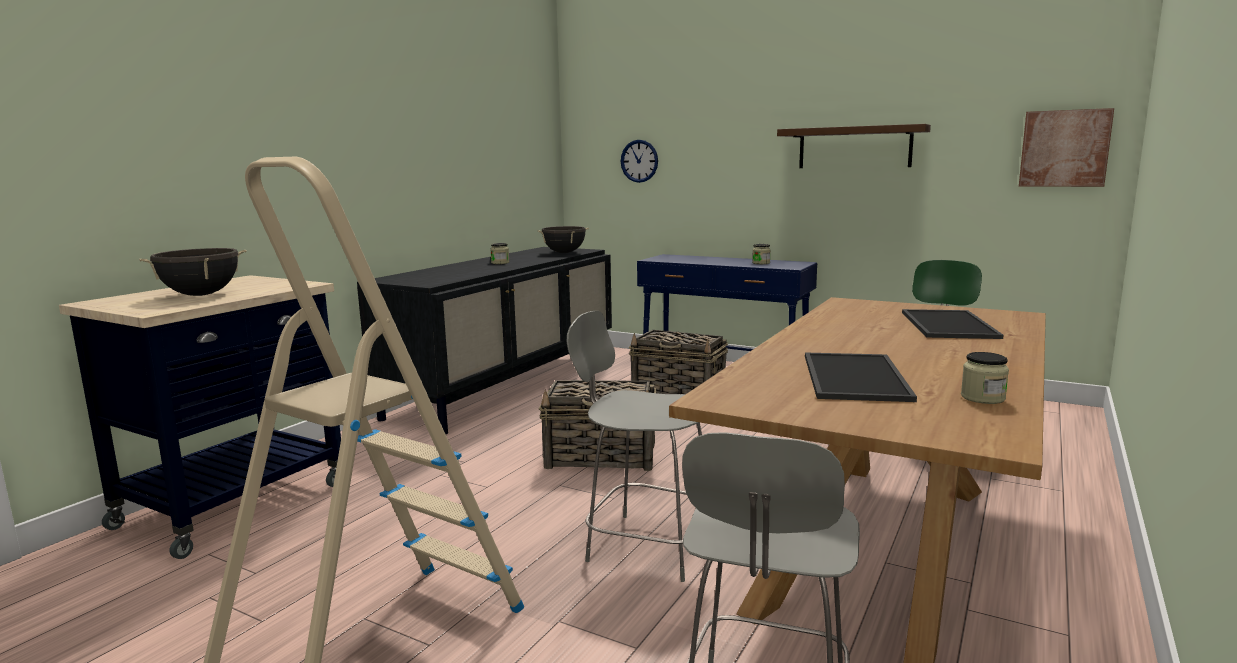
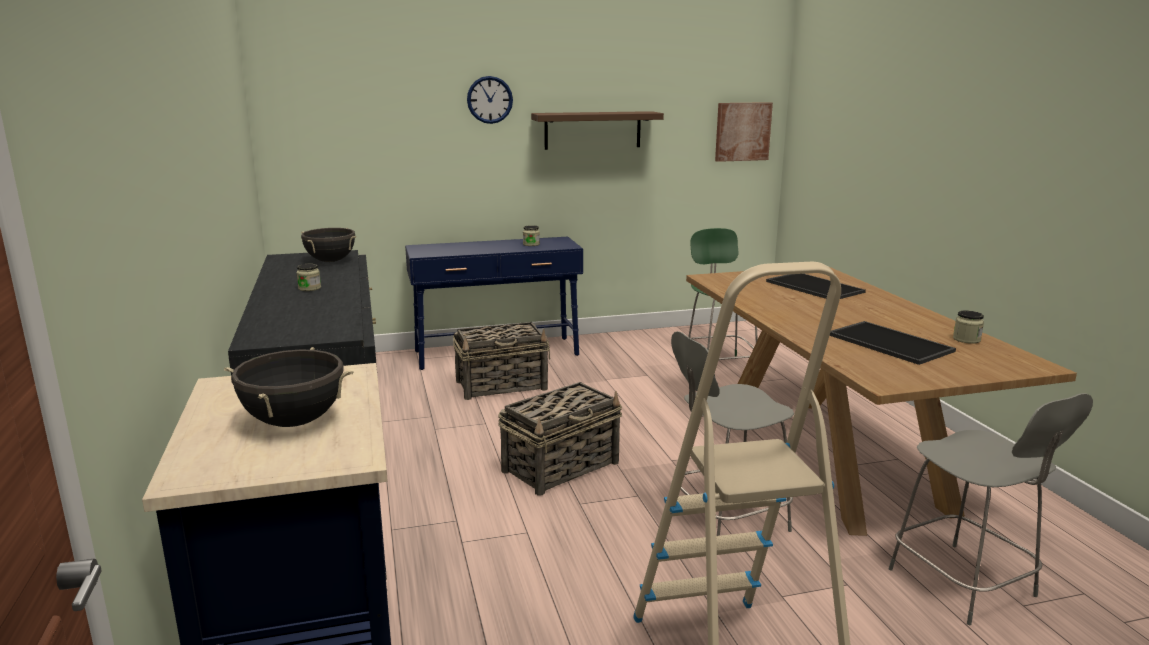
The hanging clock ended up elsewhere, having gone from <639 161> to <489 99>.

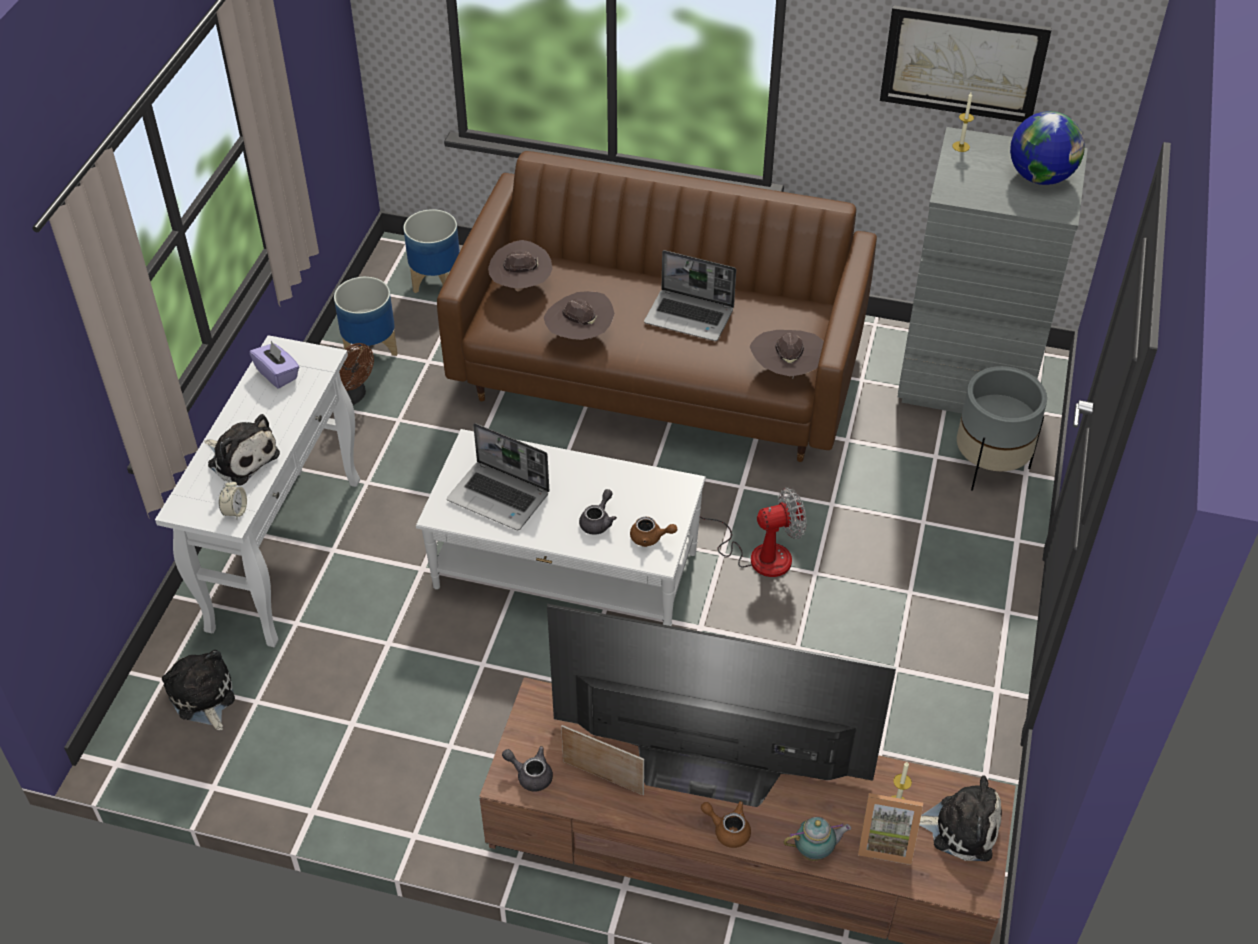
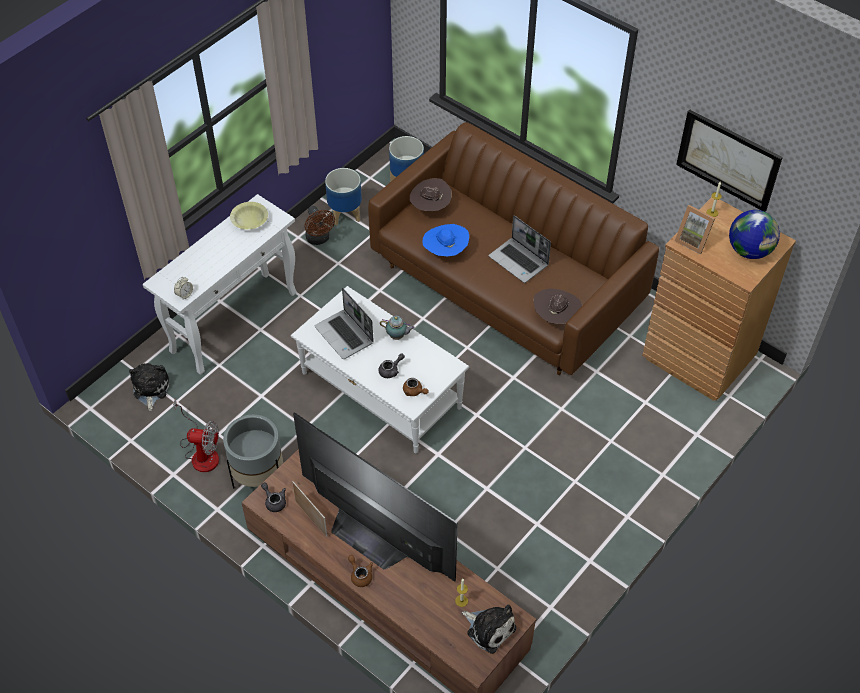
The second view lost the plush toy at <241 458>. Where the box of tissues/purplish stood at <277 374>, the bowl/yellowish came to stand at <249 220>. What was the clothing hat/brownish at <579 336> turned into the clothing hat/bluish at <445 251>. The cooling fan ended up elsewhere, having gone from <757 553> to <201 452>. The tea pot ended up elsewhere, having gone from <815 851> to <397 336>. The standing frame ended up elsewhere, having gone from <886 841> to <693 240>. What was the chest of drawers/grey at <968 378> turned into the chest of drawers/brownish at <699 358>. The flower pot/grey ended up elsewhere, having gone from <989 466> to <258 476>.

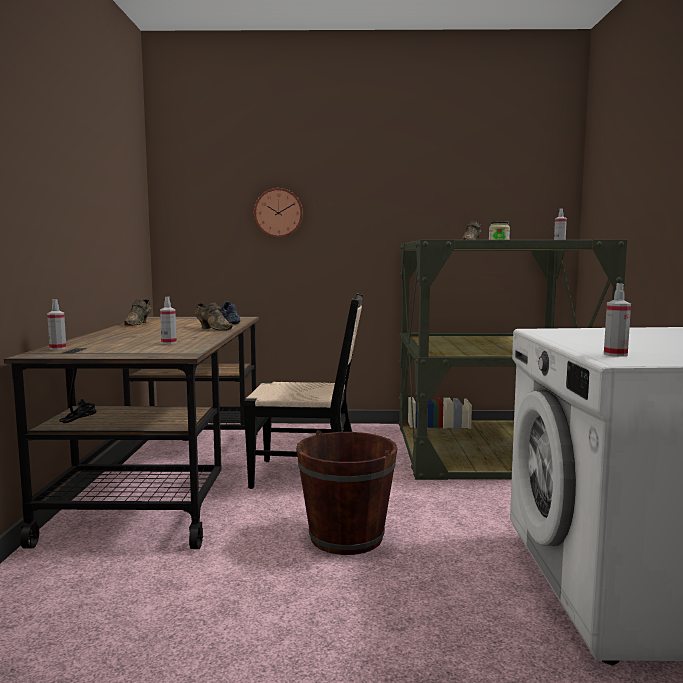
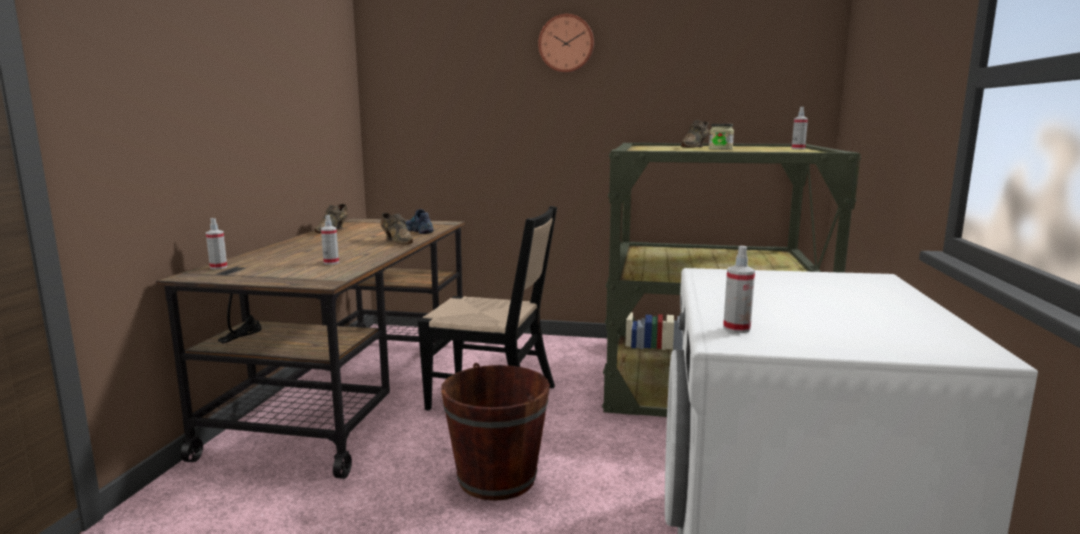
The hanging clock ended up elsewhere, having gone from <278 213> to <566 44>.

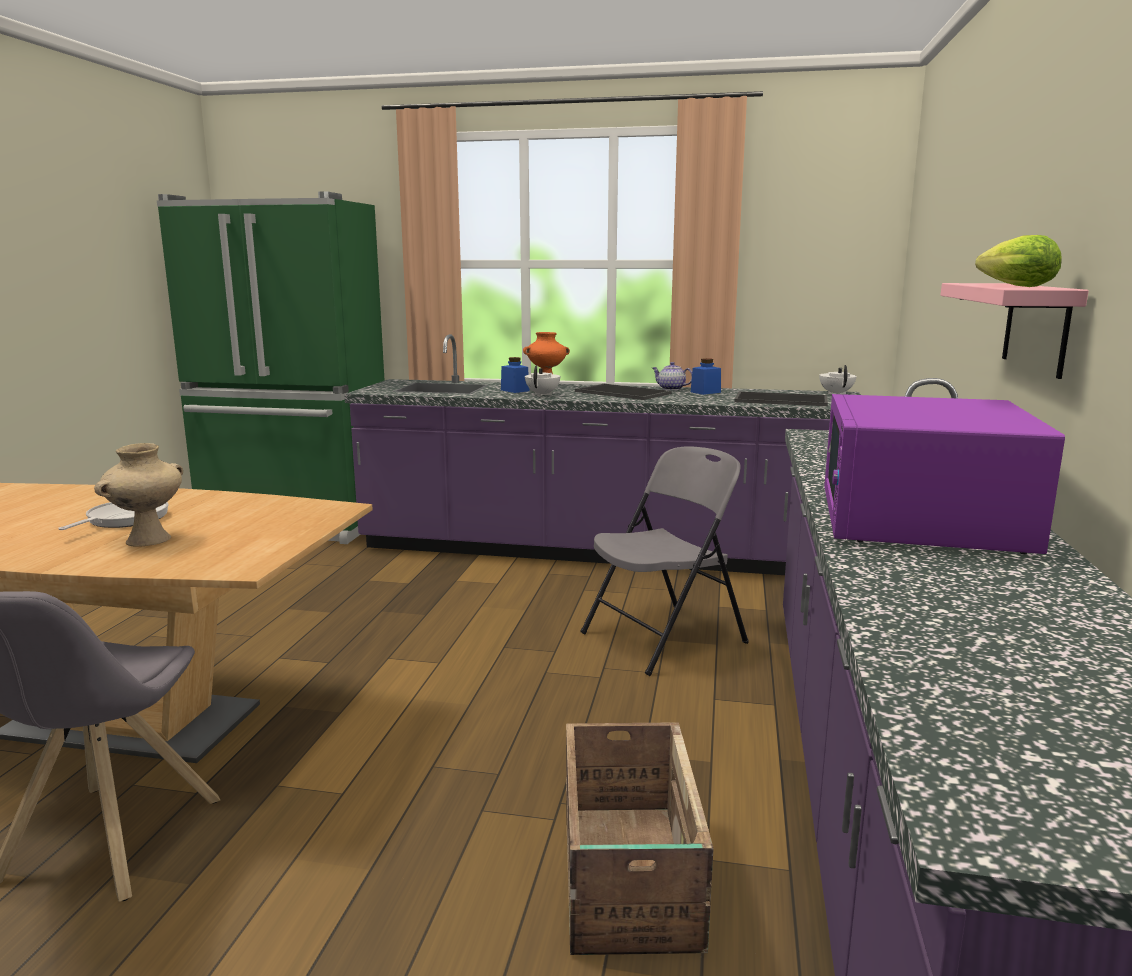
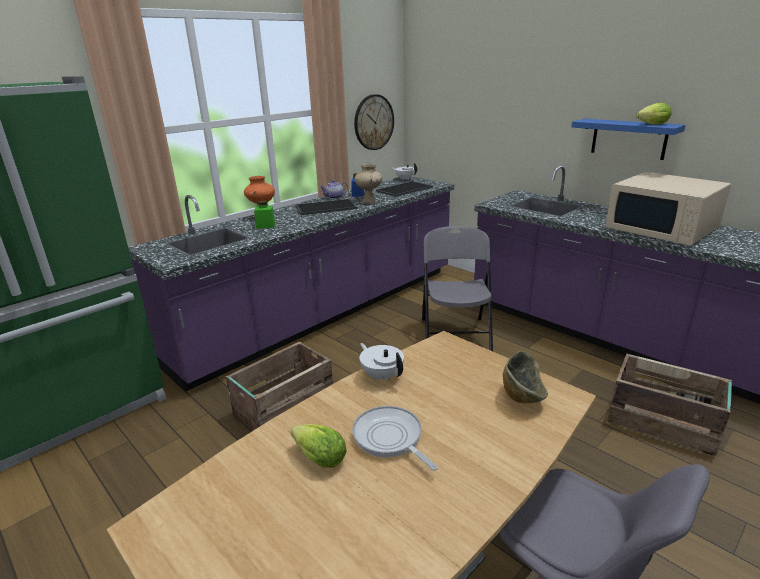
The vase/beige-coloured ended up elsewhere, having gone from <148 540> to <369 201>. What was the preserve jar/bluish at <515 390> turned into the preserve jar/greenish at <265 226>. The tea pot/whitish ended up elsewhere, having gone from <543 394> to <382 375>. What was the microwave/purplish at <919 521> turned into the microwave/beige-coloured at <662 229>. What was the shelf/pink-coloured at <1036 327> turned into the shelf/bluish at <628 138>. The second view gained the shipping crate at <283 407>. The second view gained the head of lettuce at <317 457>. The second view gained the hanging clock at <373 122>. The second view gained the bowl at <523 396>.

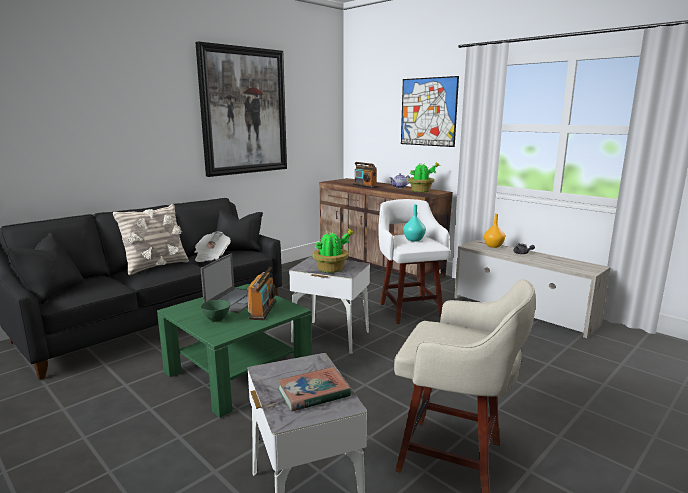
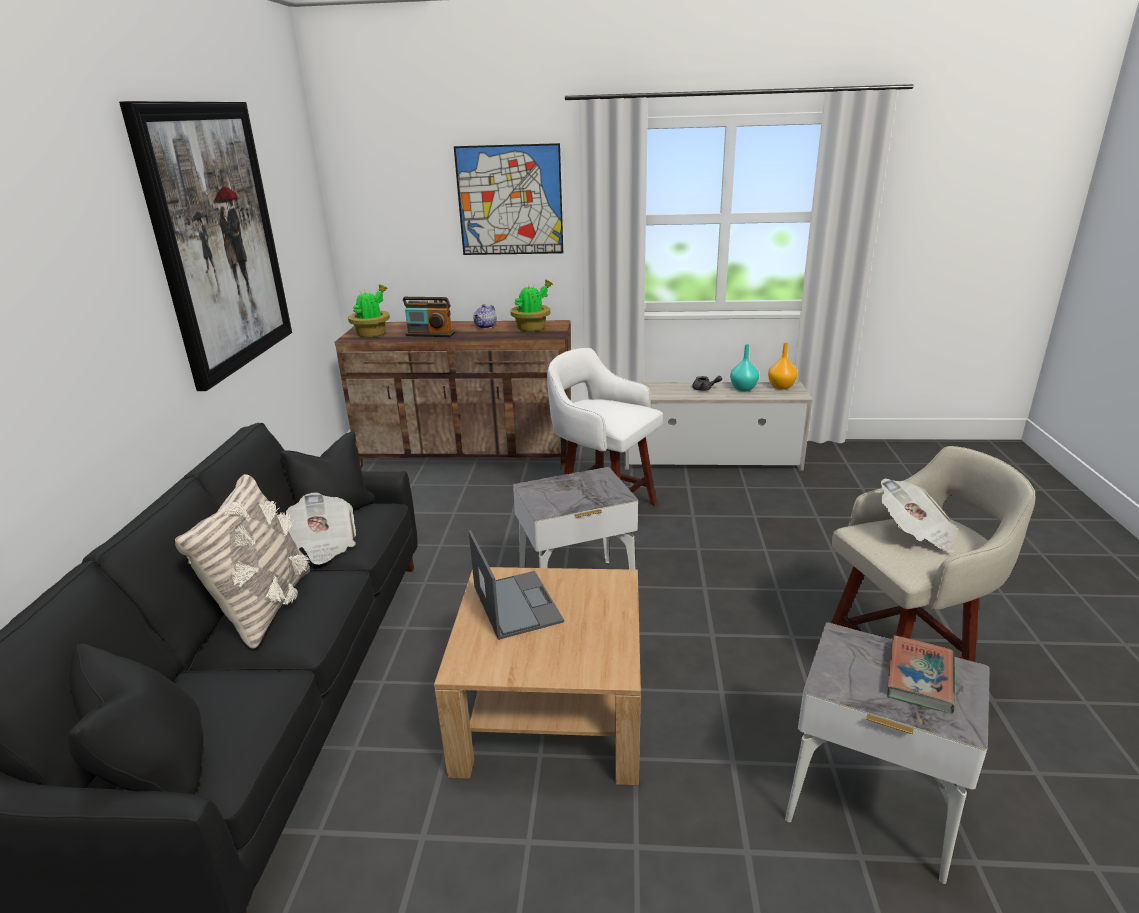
What was the low table/greenish at <238 372> turned into the low table/brownish at <551 709>. The second view lost the bowl/greenish at <217 320>. The second view lost the radio receiver at <263 310>. The potted plant ended up elsewhere, having gone from <332 269> to <372 334>. The vase/turquoise-coloured ended up elsewhere, having gone from <414 240> to <744 388>. The vase/orange-coloured ended up elsewhere, having gone from <494 246> to <781 386>. The second view gained the newspaper at <915 533>.

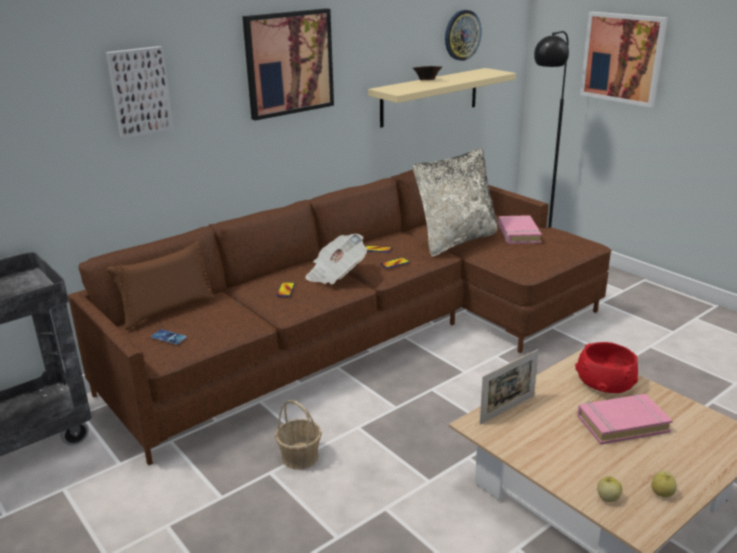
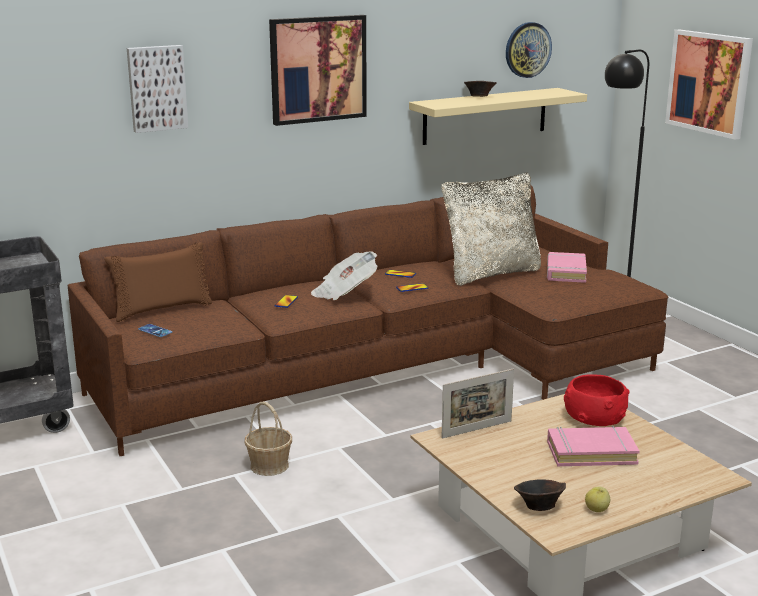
Where the apple fruit stood at <607 498>, the bowl/brownish came to stand at <538 507>.

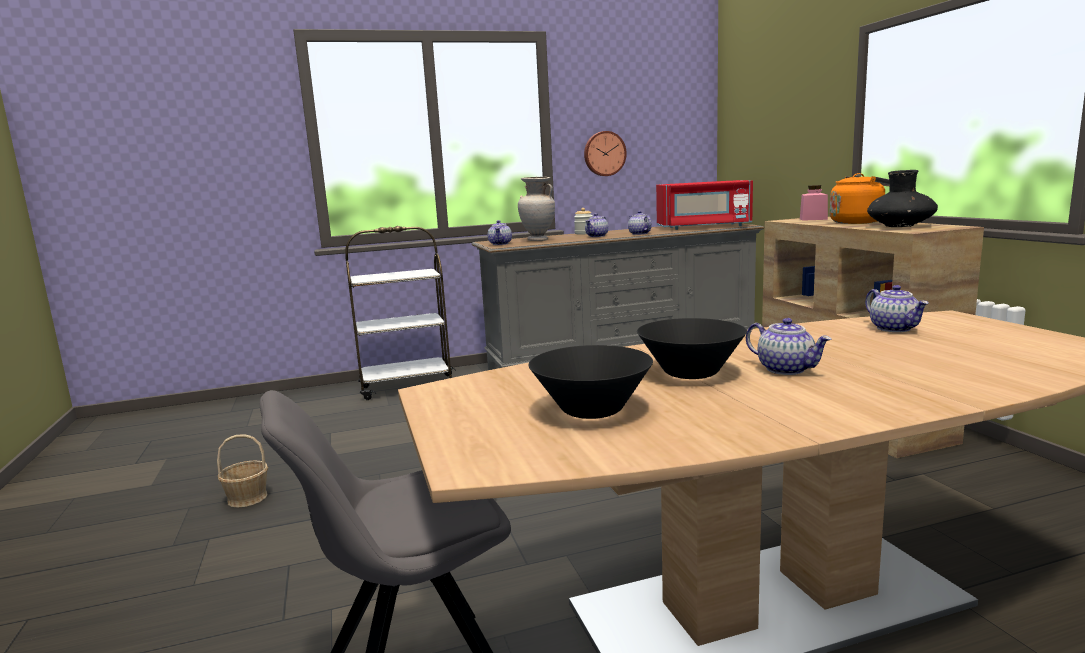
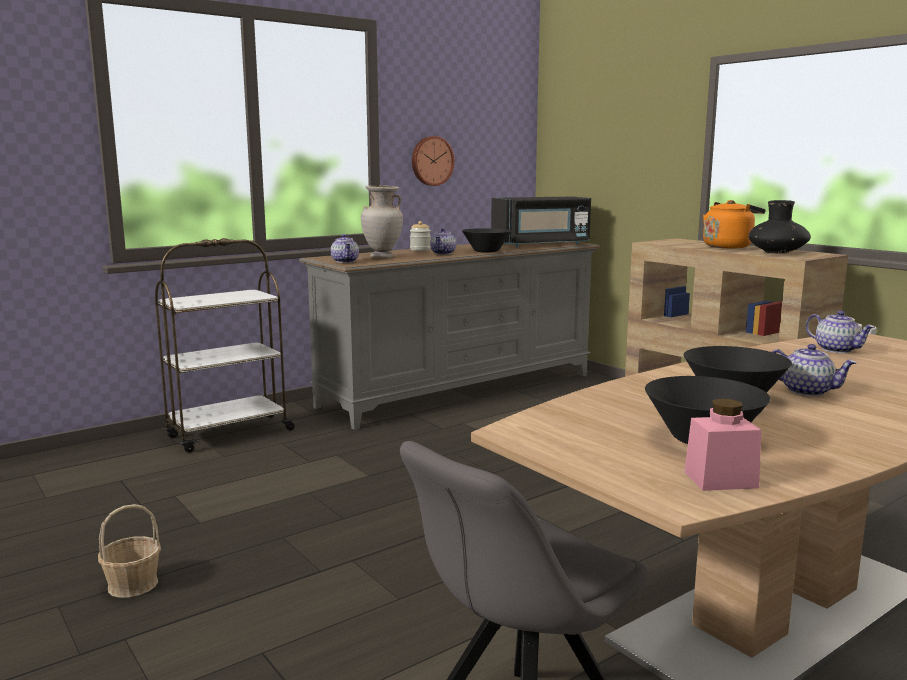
Where the tea pot stood at <639 234>, the bowl/black came to stand at <486 251>. What was the microwave/reddish at <704 227> turned into the microwave/black at <541 244>. The preserve jar/pink-coloured ended up elsewhere, having gone from <813 219> to <720 480>.

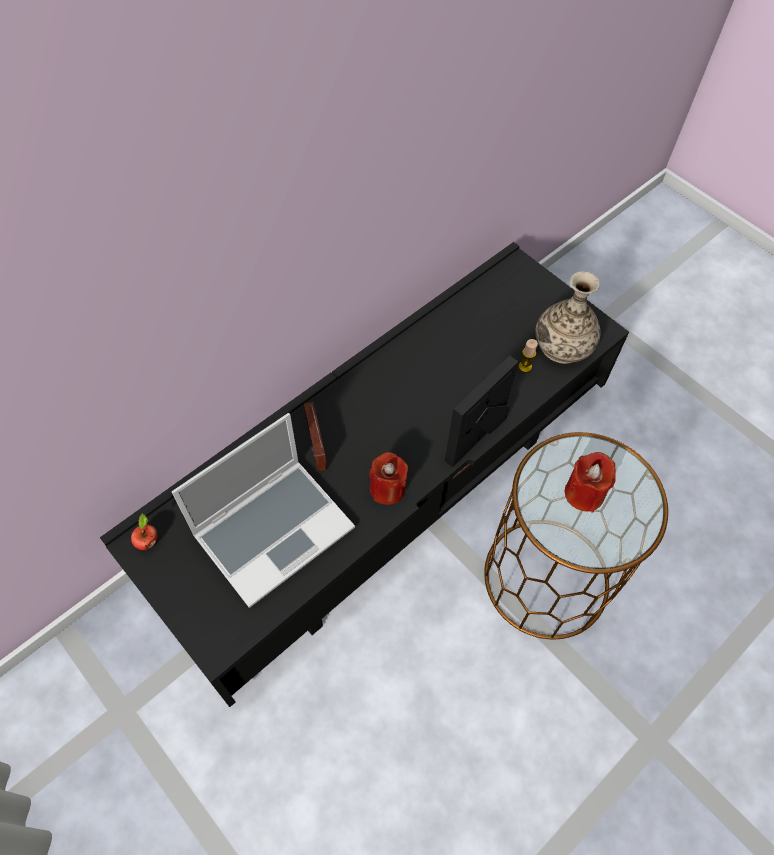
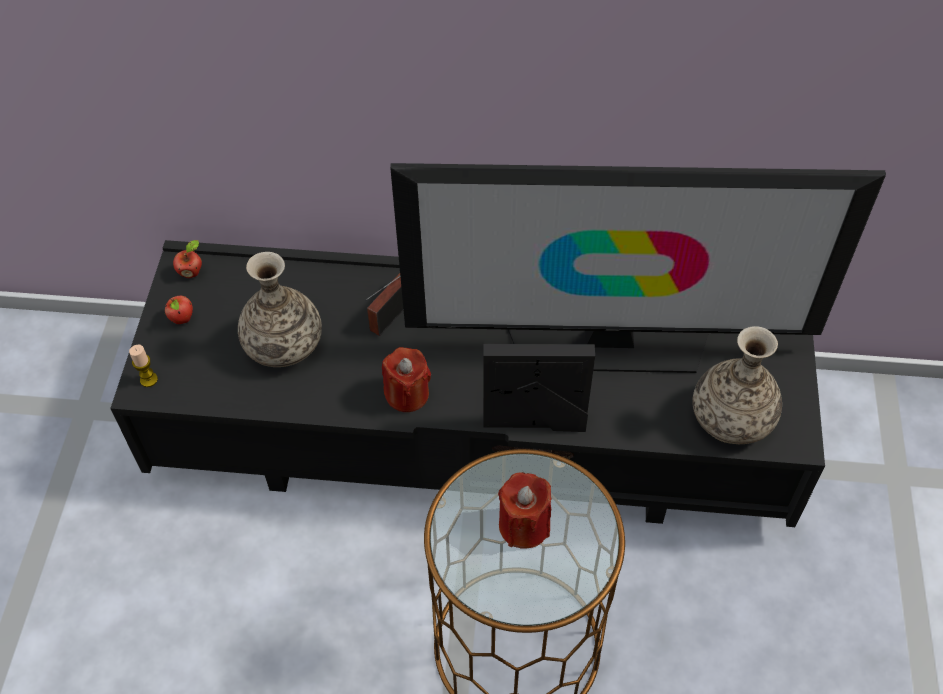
Where the laptop stood at <274 529>, the vase came to stand at <284 344>. The wax light ended up elsewhere, having gone from <525 367> to <149 379>. The second view gained the apple fruit at <183 320>. The second view gained the TV set at <609 341>.

